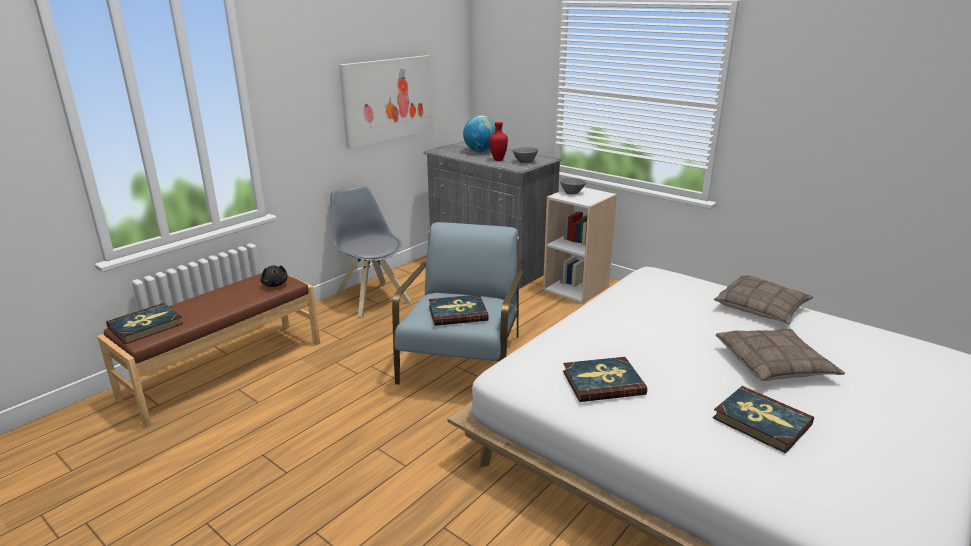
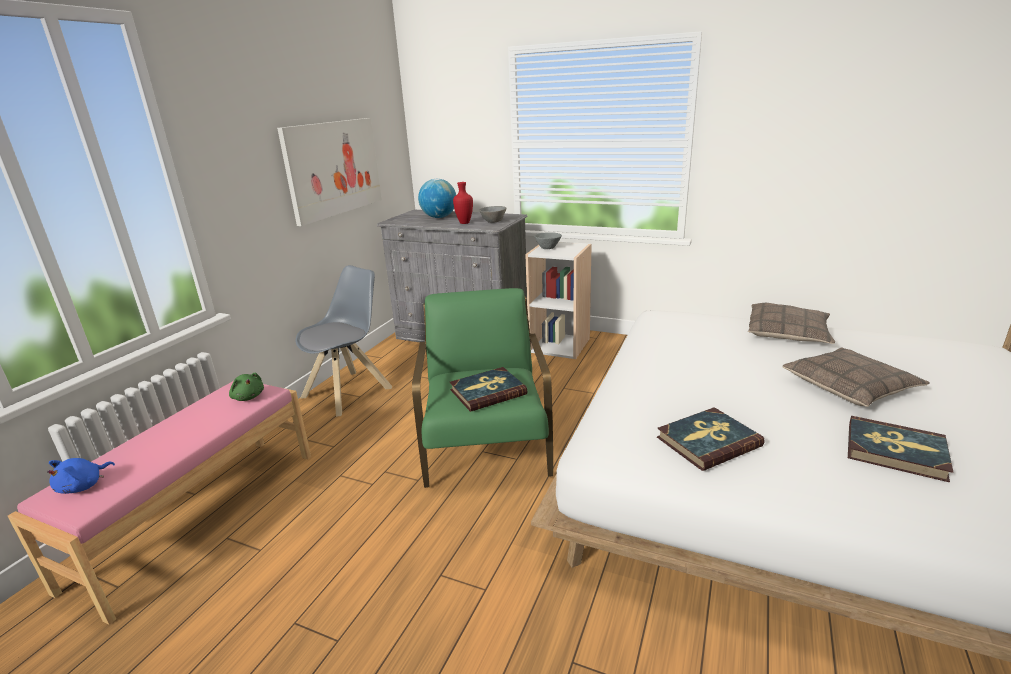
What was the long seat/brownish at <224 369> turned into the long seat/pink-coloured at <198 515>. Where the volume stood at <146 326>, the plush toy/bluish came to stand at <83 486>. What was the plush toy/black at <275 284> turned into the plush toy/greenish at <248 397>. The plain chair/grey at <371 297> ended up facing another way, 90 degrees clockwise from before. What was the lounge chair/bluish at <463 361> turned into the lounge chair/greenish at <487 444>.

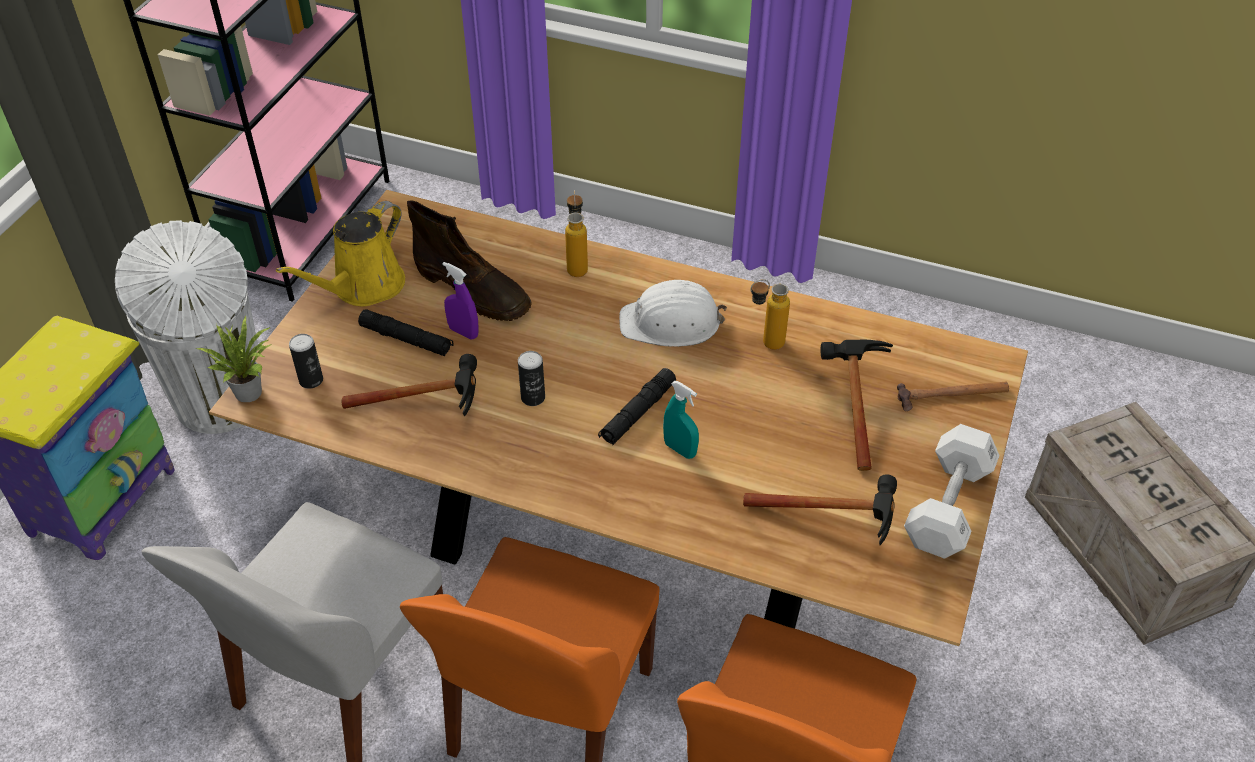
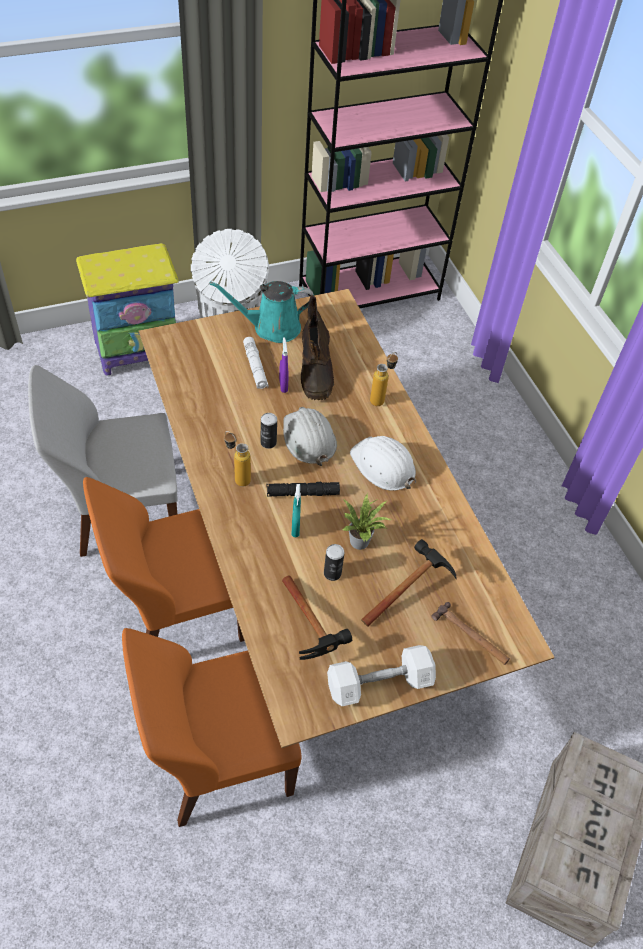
The potted plant ended up elsewhere, having gone from <250 390> to <362 541>. What was the watering can/yellowish at <363 287> turned into the watering can/turquoise-coloured at <272 327>. The sealed can ended up elsewhere, having gone from <311 380> to <332 573>. The second view lost the hammer at <431 407>. What was the hand torch/black at <406 339> turned into the hand torch/whitish at <255 367>. The drink bottle ended up elsewhere, having gone from <764 344> to <237 477>. The second view gained the hard hat/whitish at <308 439>.

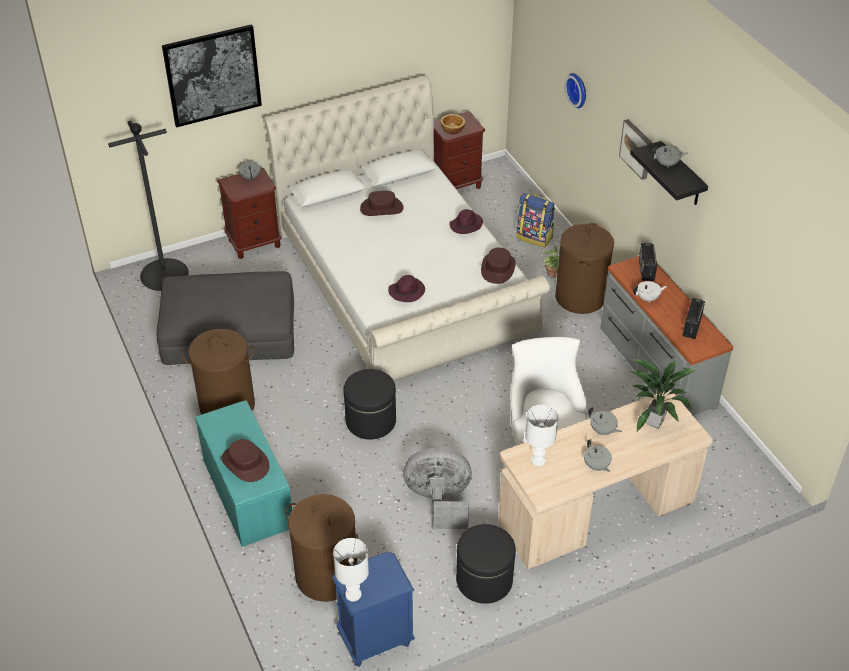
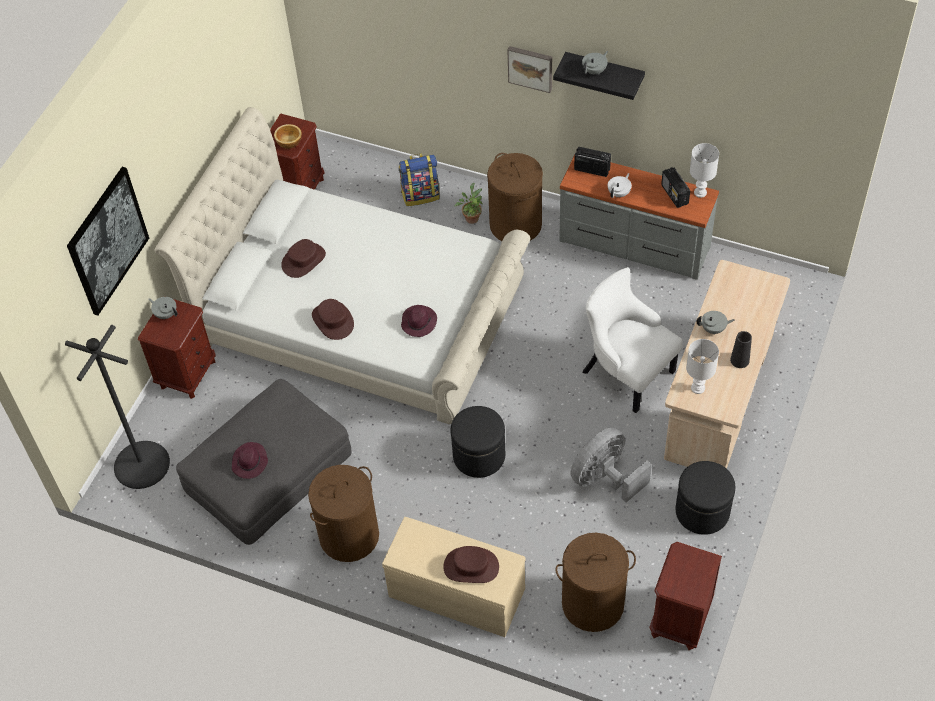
What was the long seat/turquoise-coloured at <246 493> turned into the long seat/beige-coloured at <455 593>. What was the bedside table/bluish at <374 639> turned into the bedside table/brownish at <680 619>. The lamp for a table/whitish ended up elsewhere, having gone from <352 594> to <699 192>. The clothing hat/purplish ended up elsewhere, having gone from <466 226> to <250 462>. The clothing hat/brownish ended up elsewhere, having gone from <498 268> to <333 320>. The second view lost the hanging clock at <578 89>. Where the tea pot/grey stood at <596 466>, the vase/black came to stand at <739 360>. The second view lost the potted plant at <654 422>. The radio receiver at <646 270> ended up facing another way, 150 degrees clockwise from before.

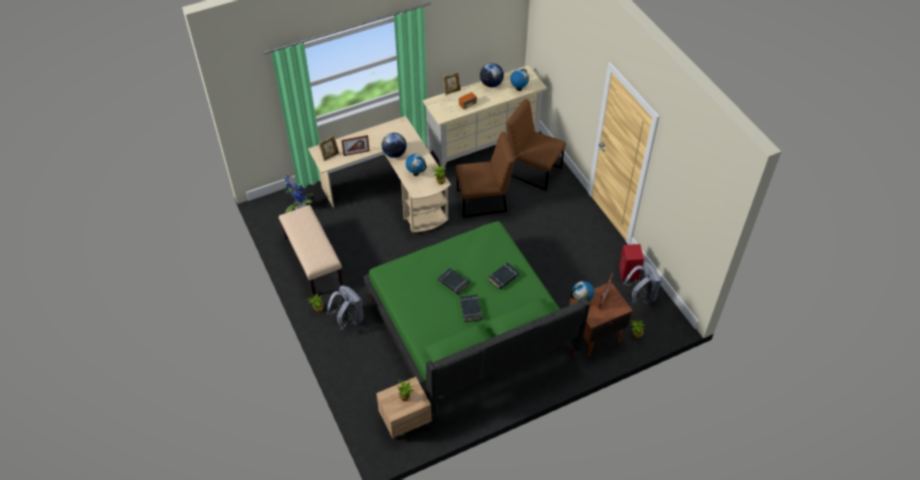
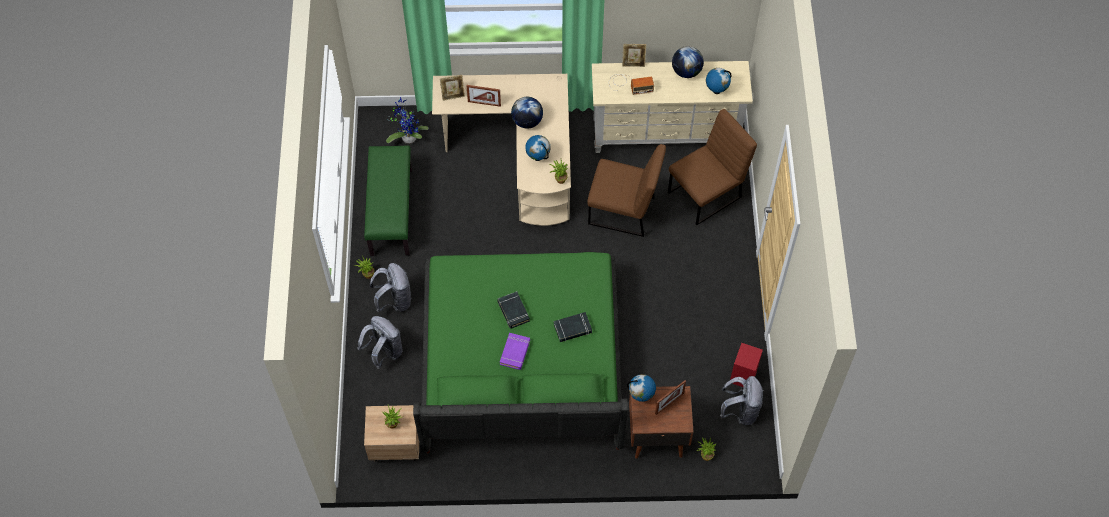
What was the long seat/beige-coloured at <312 260> turned into the long seat/greenish at <390 211>. What was the volume/black at <471 309> turned into the volume/purplish at <515 352>. The plain chair/brownish at <533 170> ended up facing another way, 90 degrees clockwise from before. The second view gained the backpack/grey at <384 352>.

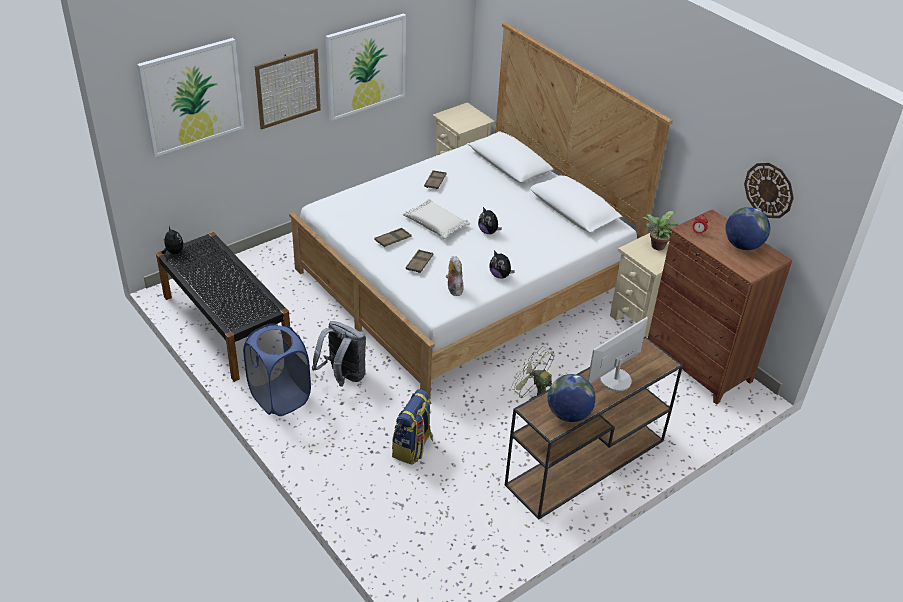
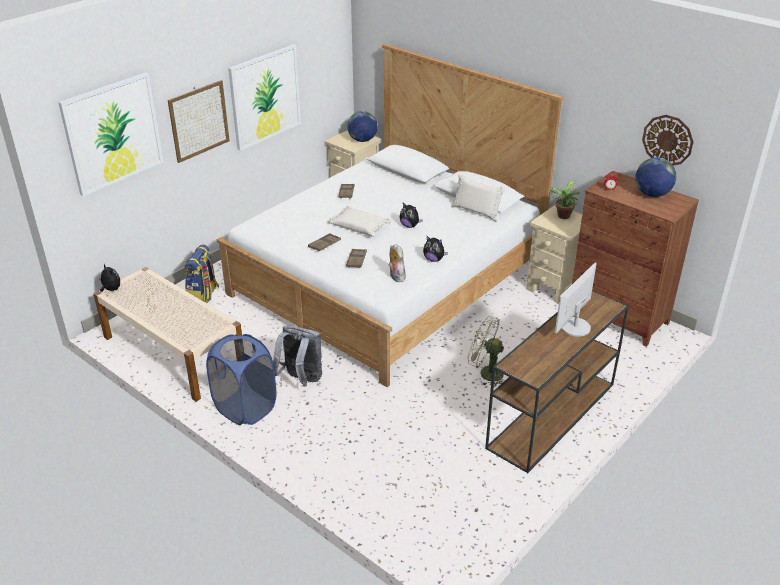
What was the long seat/black at <225 325> turned into the long seat/beige-coloured at <173 353>. The backpack ended up elsewhere, having gone from <412 448> to <203 296>. The globe ended up elsewhere, having gone from <568 414> to <362 140>. The second view gained the cushion/whitish at <476 212>.

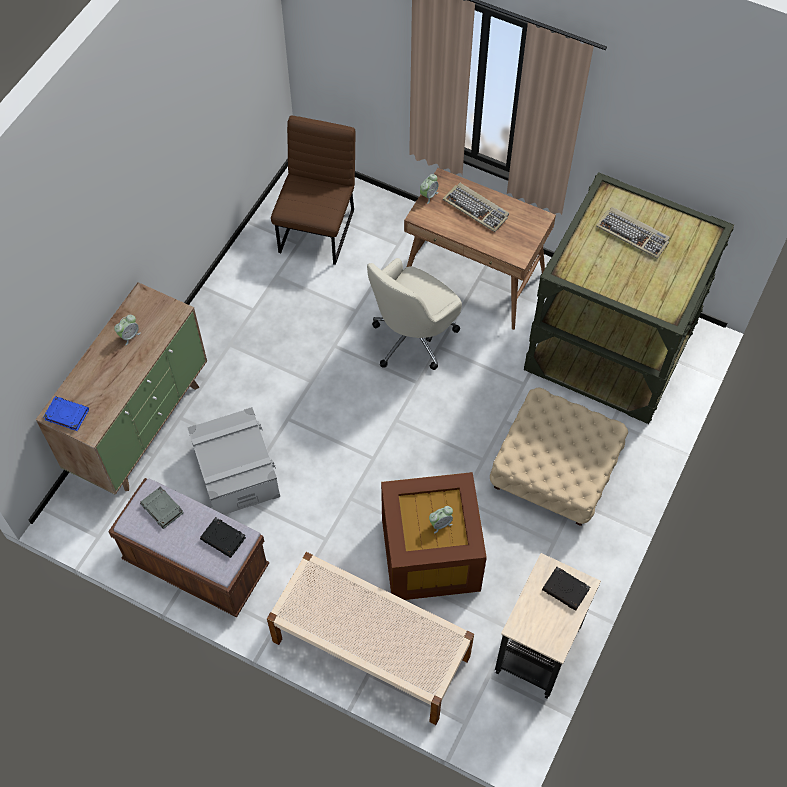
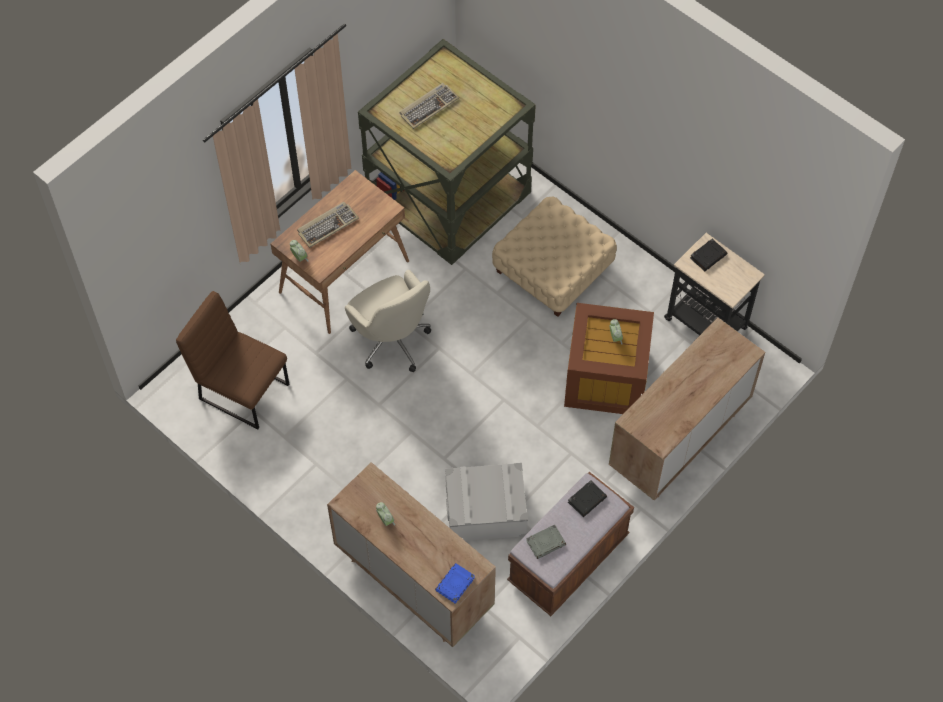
Where the long seat/beige-coloured stood at <370 650>, the chest of drawers came to stand at <678 441>.

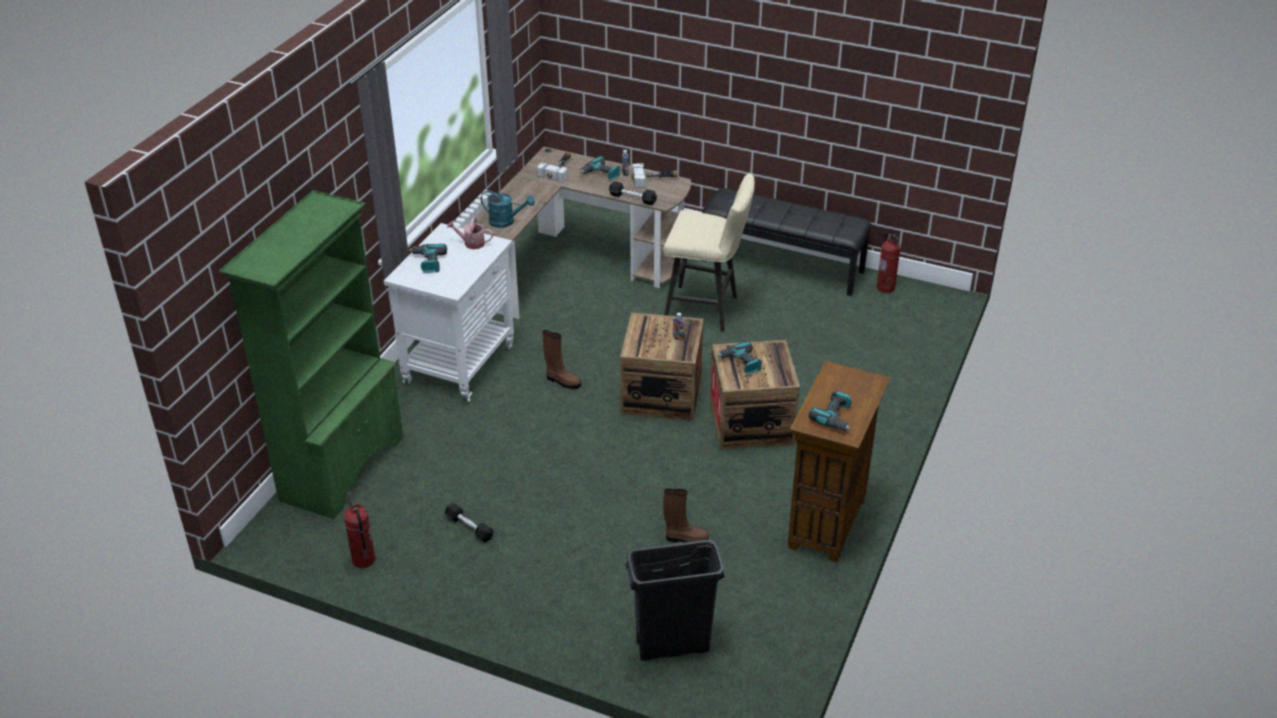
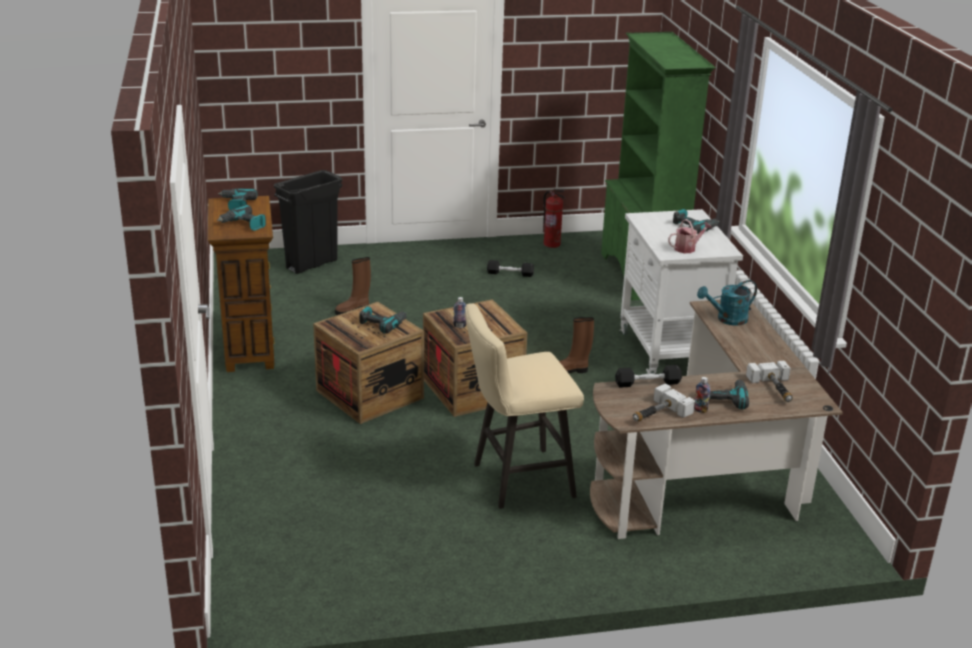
The second view lost the long seat/black at <783 265>. The second view lost the fire extinguisher at <886 288>. The second view gained the drill at <243 225>.

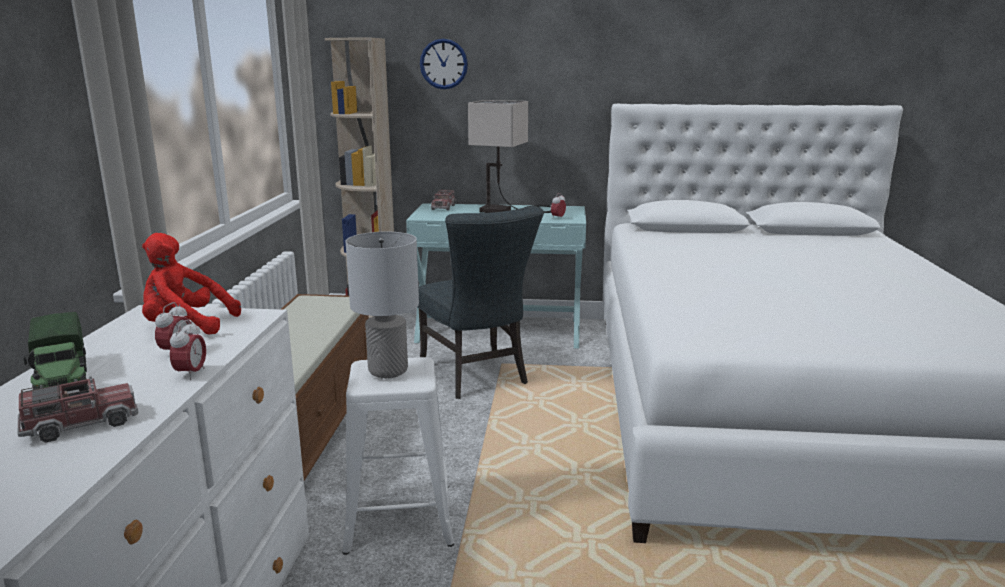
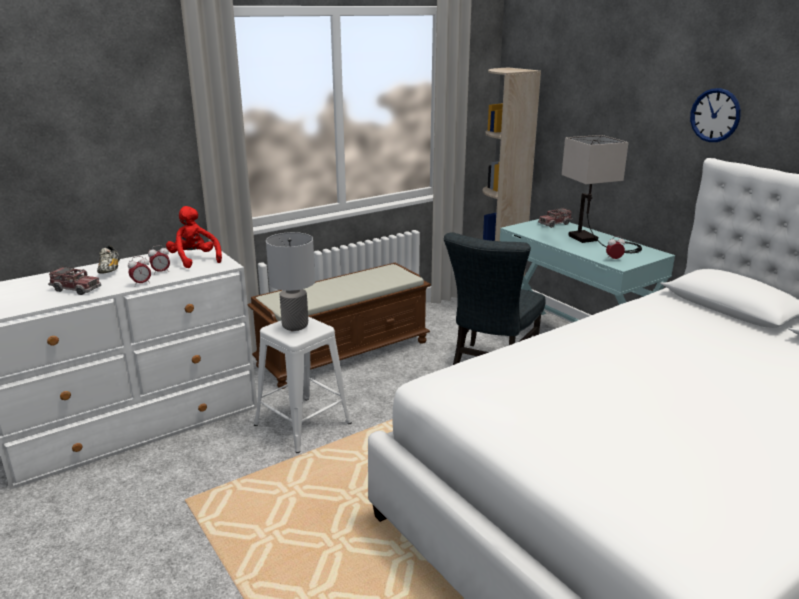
Where the toy truck stood at <63 382>, the item of footwear came to stand at <110 269>. The hanging clock ended up elsewhere, having gone from <443 64> to <715 115>.

